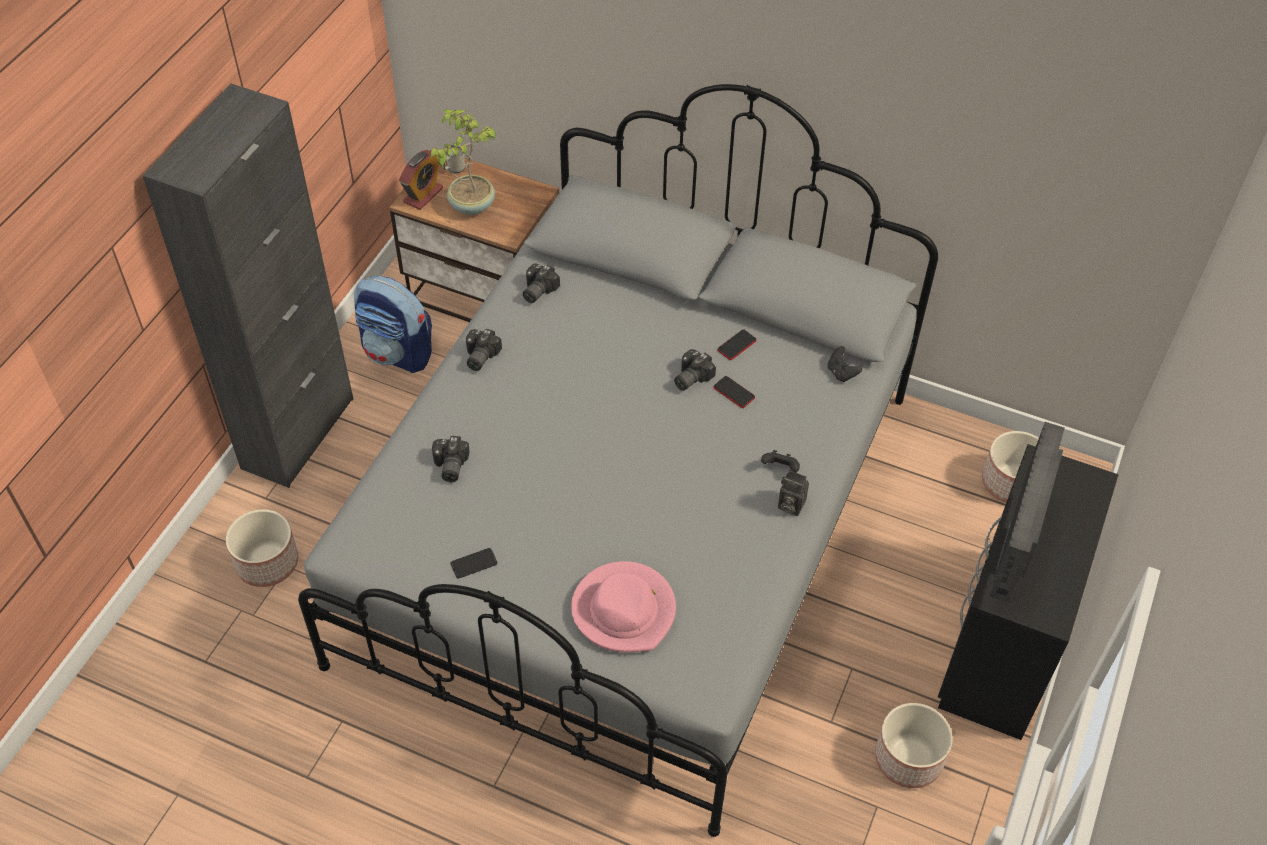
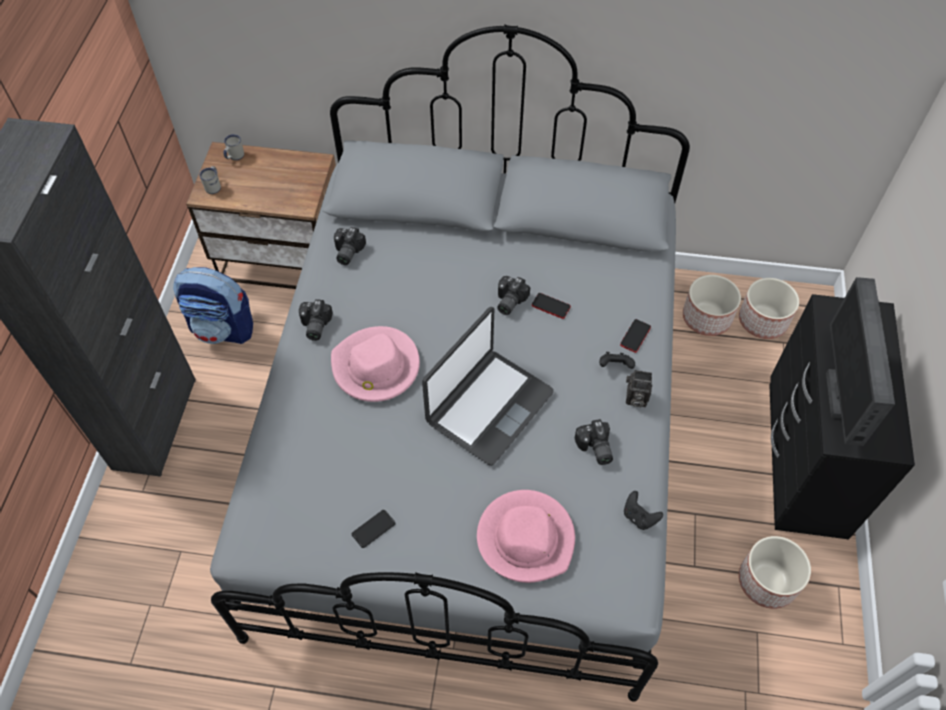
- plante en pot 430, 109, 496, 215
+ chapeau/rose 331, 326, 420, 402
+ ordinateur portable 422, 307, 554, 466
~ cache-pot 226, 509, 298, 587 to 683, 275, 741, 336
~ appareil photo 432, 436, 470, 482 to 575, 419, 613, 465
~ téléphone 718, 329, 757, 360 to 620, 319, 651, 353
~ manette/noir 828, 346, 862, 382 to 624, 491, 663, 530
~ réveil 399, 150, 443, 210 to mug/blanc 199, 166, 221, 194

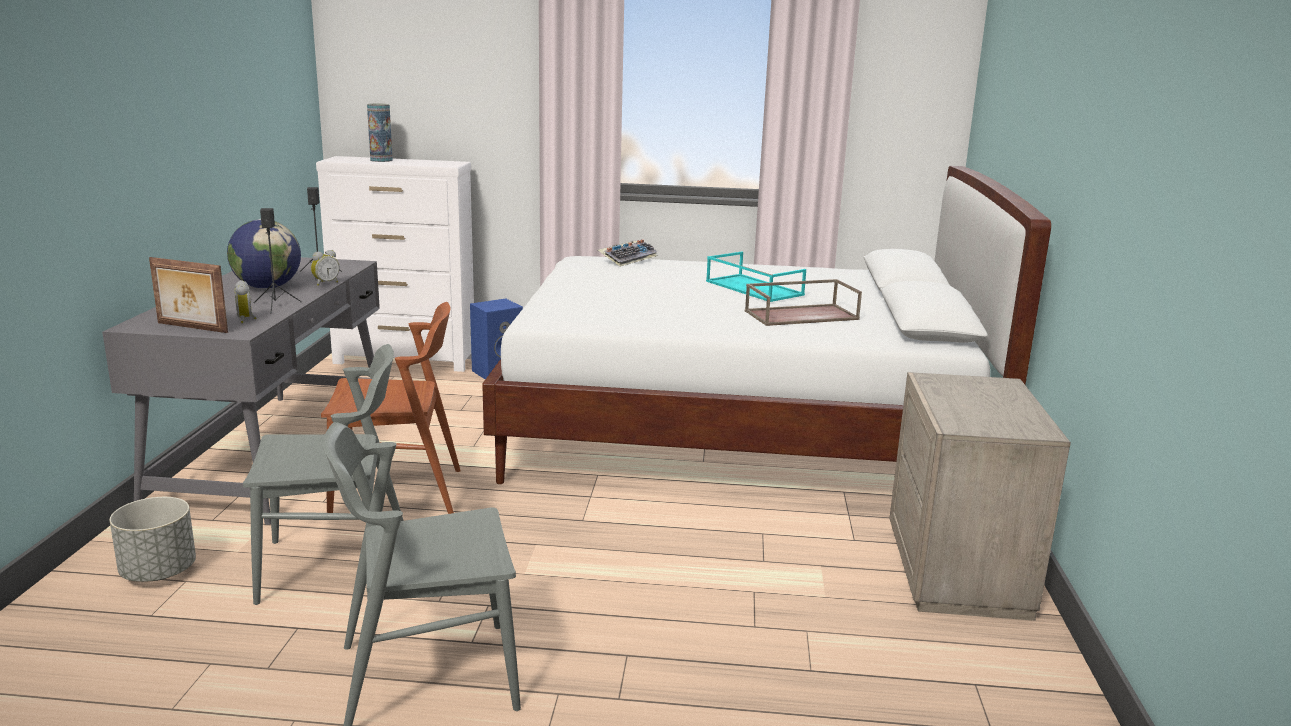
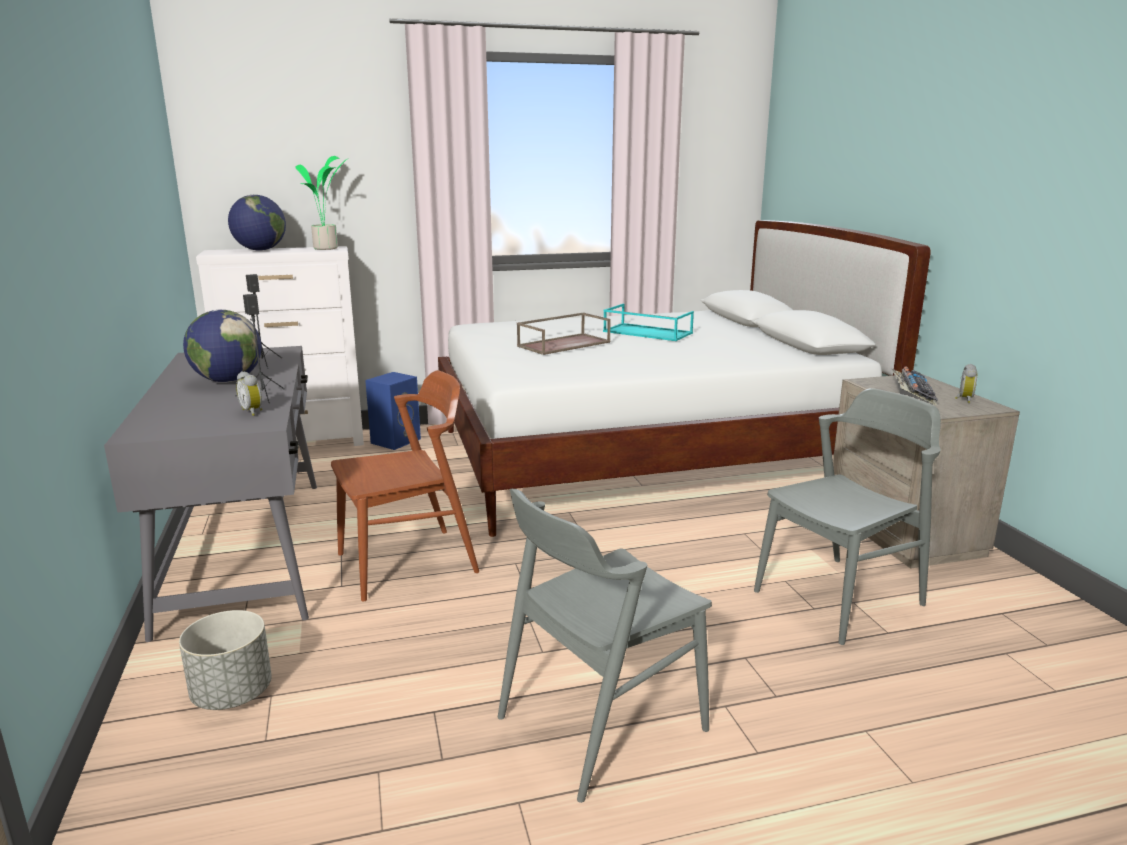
- cadre photo 149, 257, 228, 333
+ plante en pot 295, 156, 347, 250
~ chaise/gris 243, 344, 404, 605 to 754, 388, 941, 645
~ réveil 311, 250, 340, 286 to 955, 364, 977, 403
~ clavier 598, 239, 658, 267 to 891, 366, 938, 406
~ plateau/marron 745, 279, 862, 326 to 517, 312, 611, 355
~ vase 367, 103, 393, 162 to globe 228, 195, 286, 251

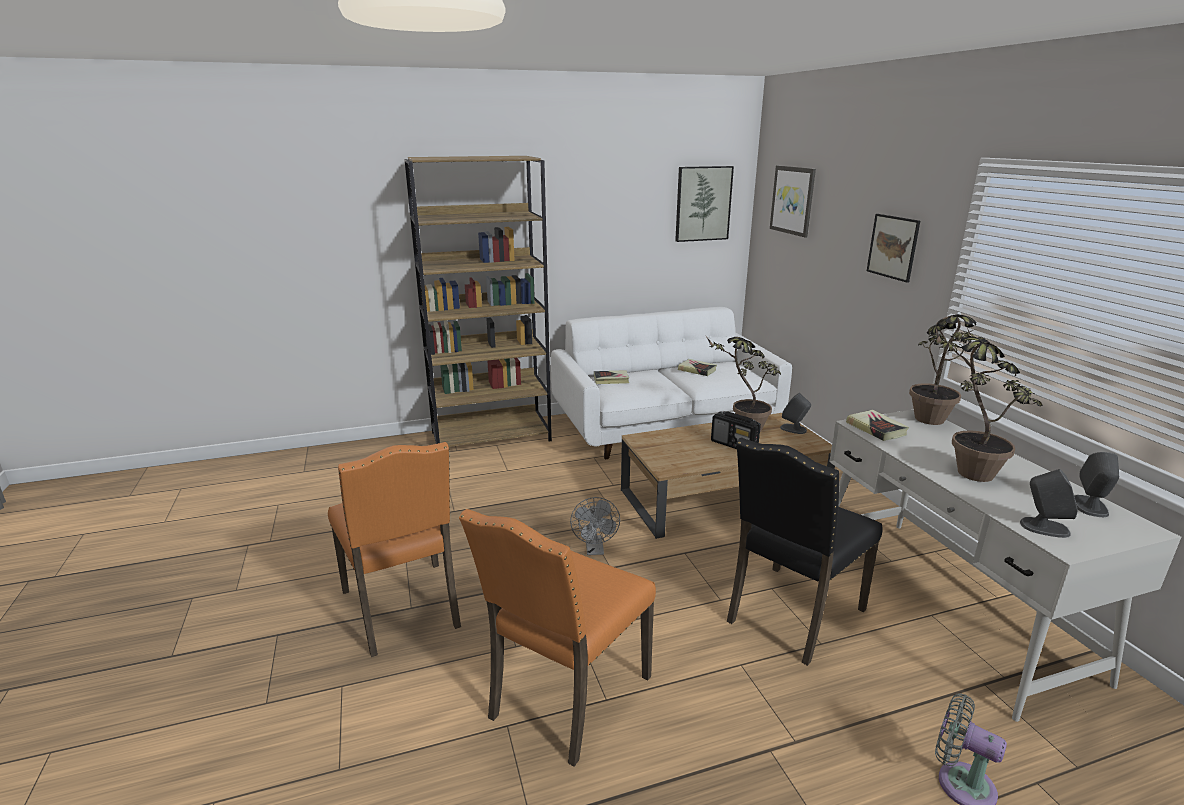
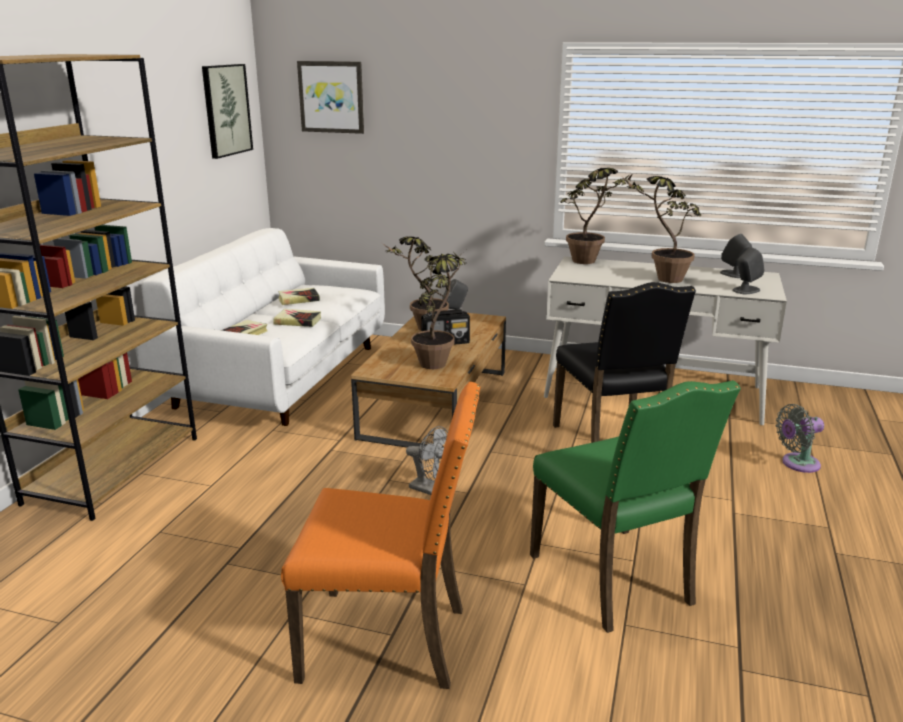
- tableau 867, 214, 920, 283
+ plante en pot 411, 250, 467, 369
~ livre 846, 410, 909, 441 to 273, 309, 321, 327
~ chaise/orange 459, 509, 656, 767 to chaise/vert 530, 380, 741, 633

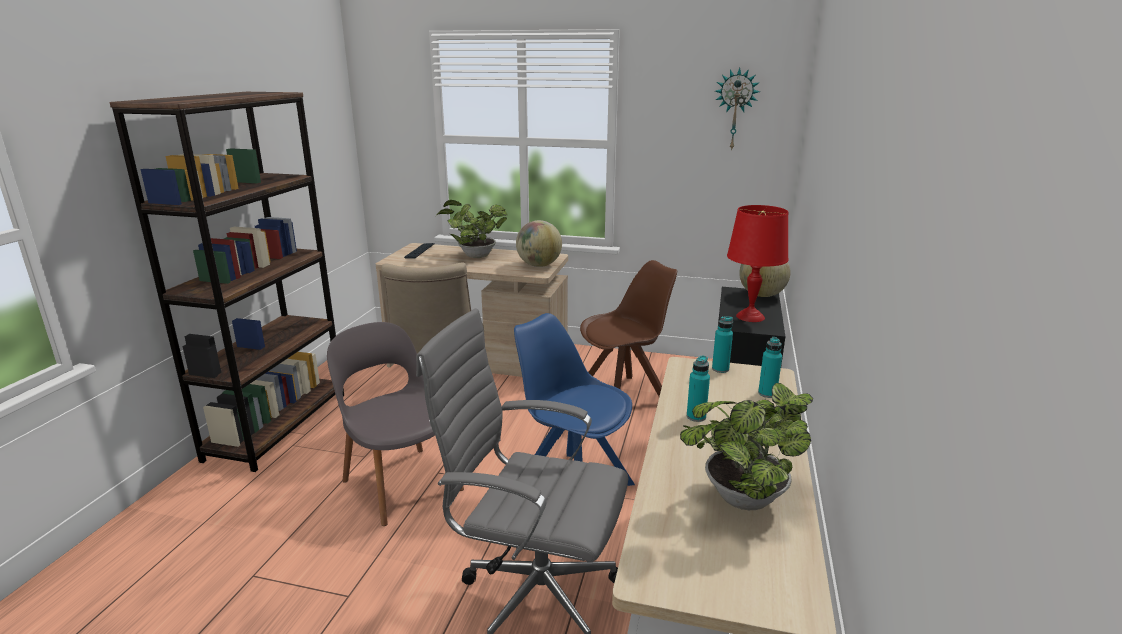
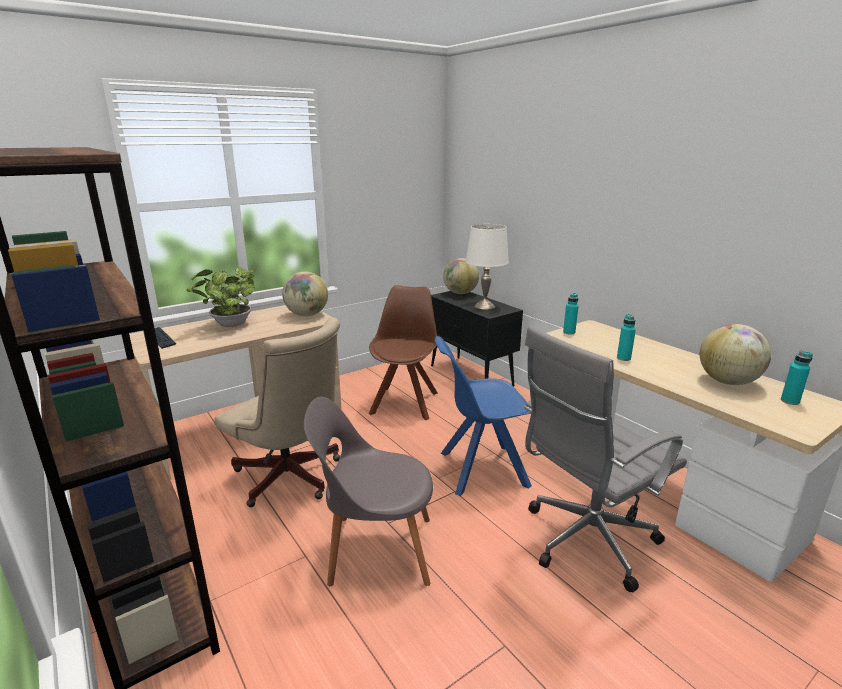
- horloge murale 715, 68, 760, 151
~ bouteille/turquoise 758, 337, 782, 398 to 781, 351, 813, 405
~ plante en pot 680, 383, 813, 510 to globe 700, 324, 771, 385
~ lampe de table/rouge 727, 205, 789, 322 to lampe de table/blanc 465, 224, 509, 310

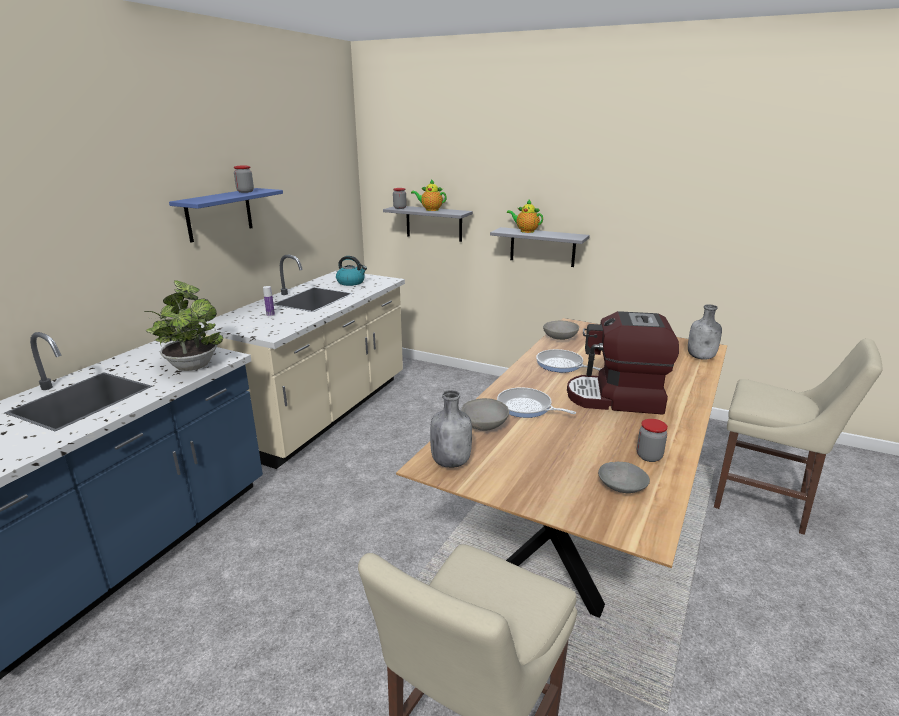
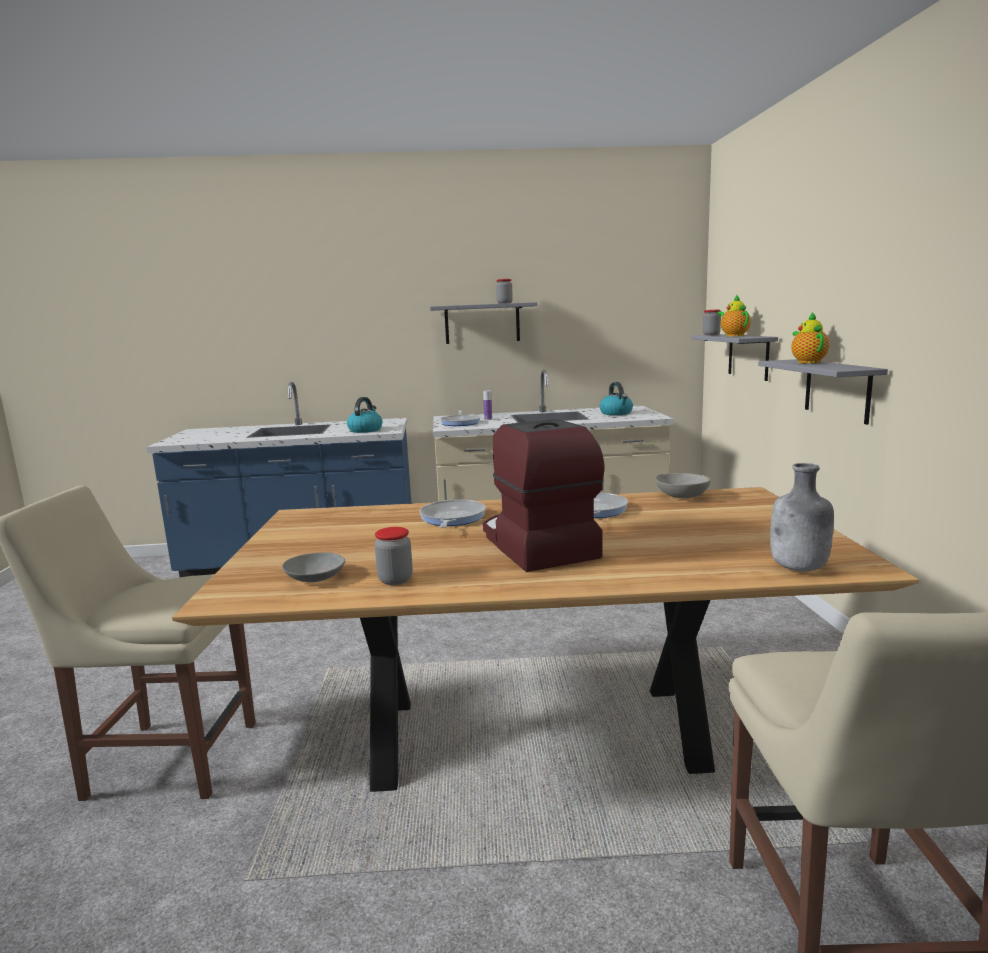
- bouteille/gris 430, 390, 472, 468
- bol/gris 461, 398, 509, 431
+ poêle 440, 410, 481, 426
~ plante en pot 144, 280, 223, 371 to bouilloire 347, 397, 383, 433
~ étagère/bleu 169, 188, 283, 242 to étagère/gris 430, 302, 537, 344

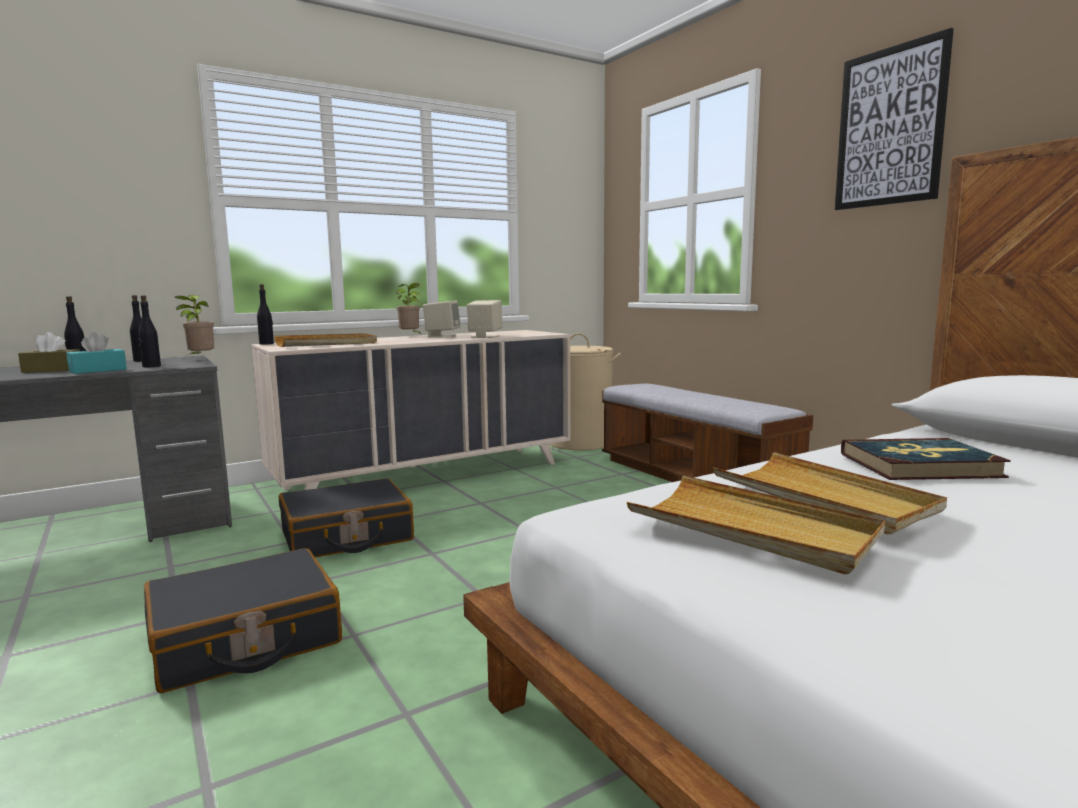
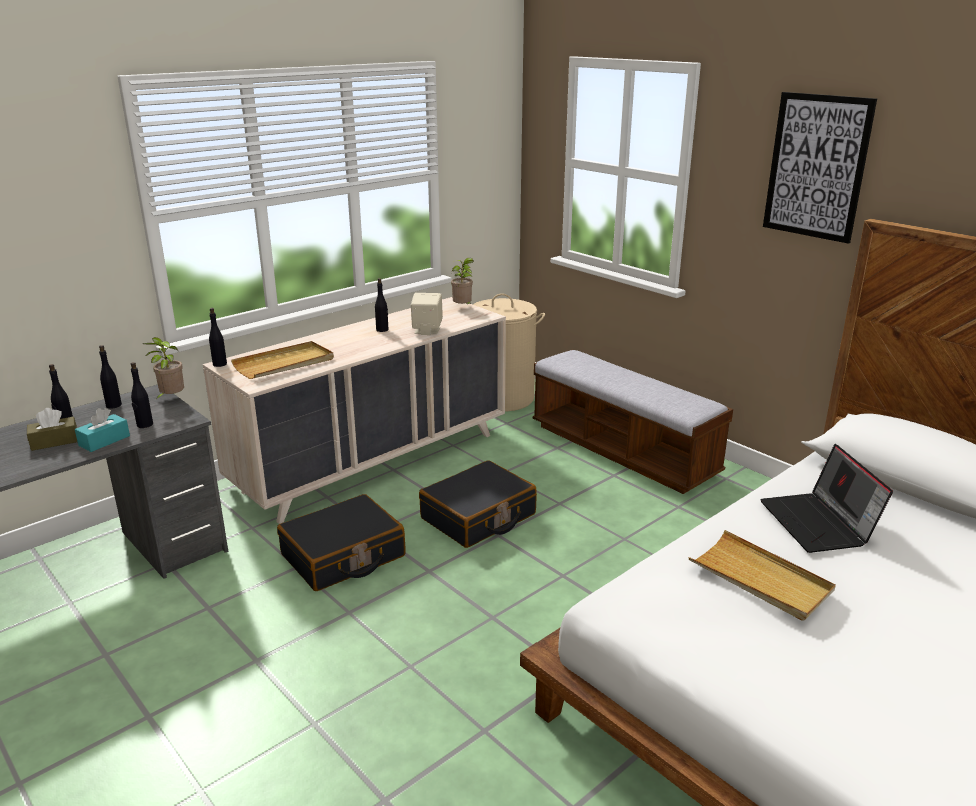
- plateau/beige 627, 475, 885, 574
~ valise/noir 144, 548, 342, 693 to 419, 460, 537, 548
~ plante en pot 396, 283, 423, 335 to 451, 258, 474, 304
~ enceinte/beige 423, 301, 460, 338 to bouteille/noir 375, 278, 389, 332
~ livre 841, 438, 1011, 480 to ordinateur portable 760, 444, 893, 553

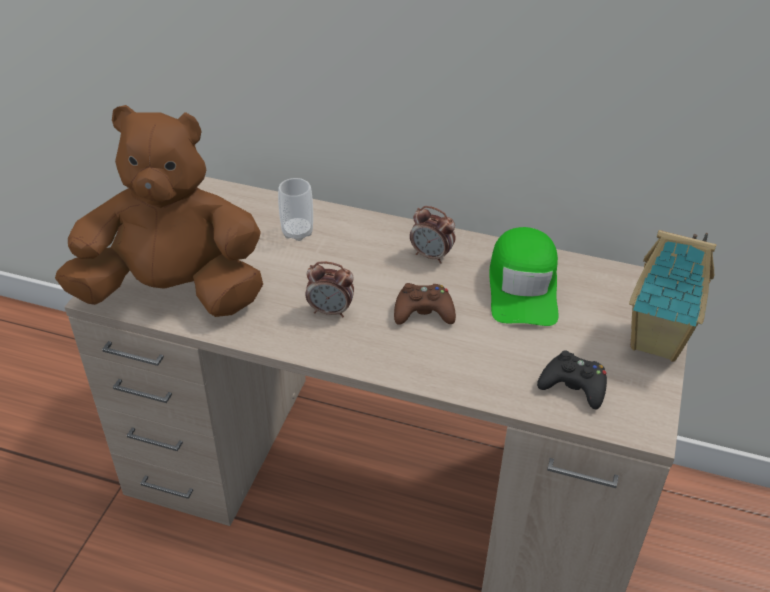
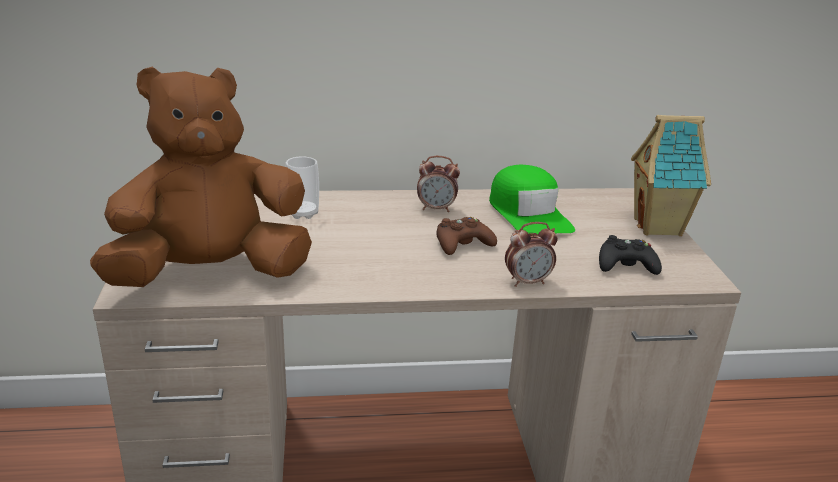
~ réveil 306, 261, 354, 317 to 505, 222, 558, 287

